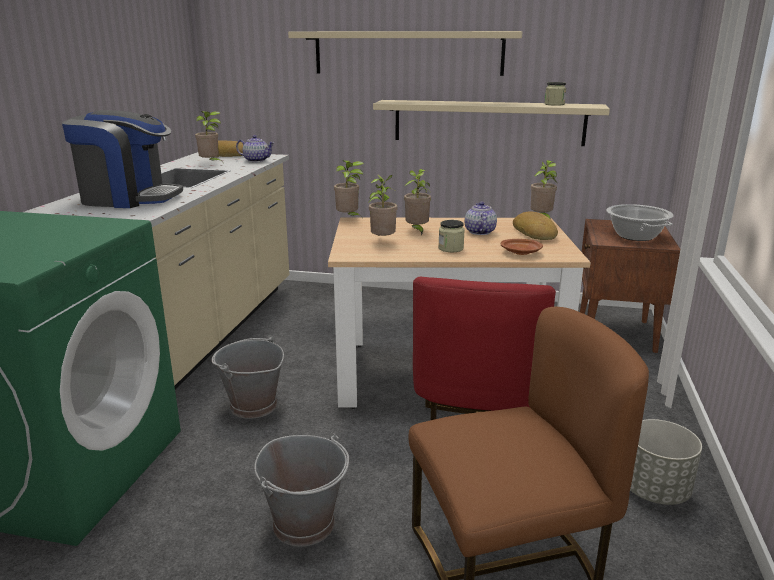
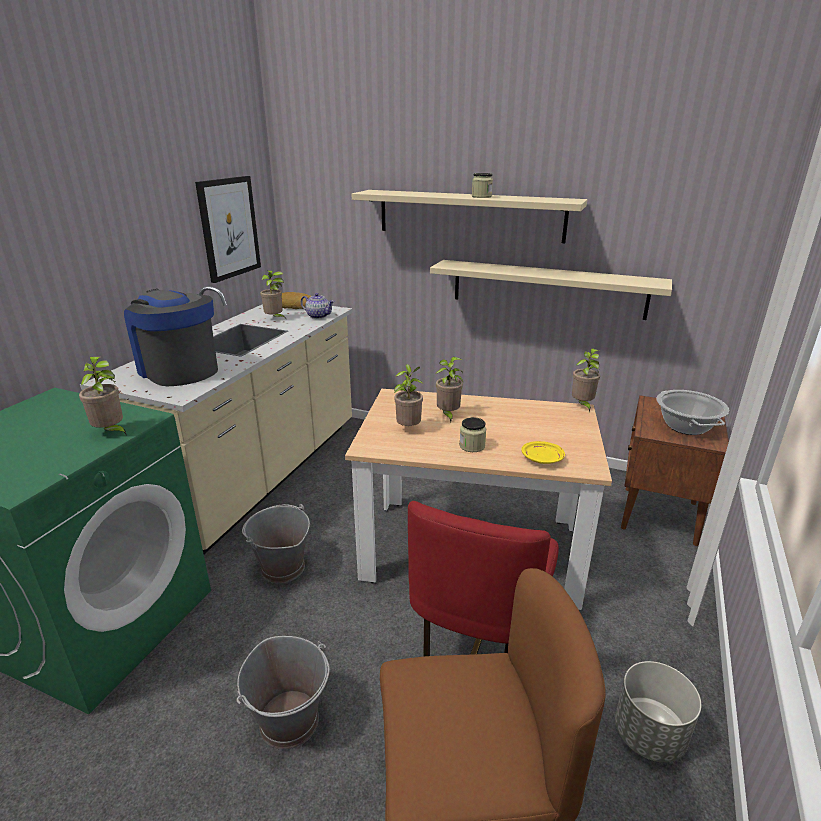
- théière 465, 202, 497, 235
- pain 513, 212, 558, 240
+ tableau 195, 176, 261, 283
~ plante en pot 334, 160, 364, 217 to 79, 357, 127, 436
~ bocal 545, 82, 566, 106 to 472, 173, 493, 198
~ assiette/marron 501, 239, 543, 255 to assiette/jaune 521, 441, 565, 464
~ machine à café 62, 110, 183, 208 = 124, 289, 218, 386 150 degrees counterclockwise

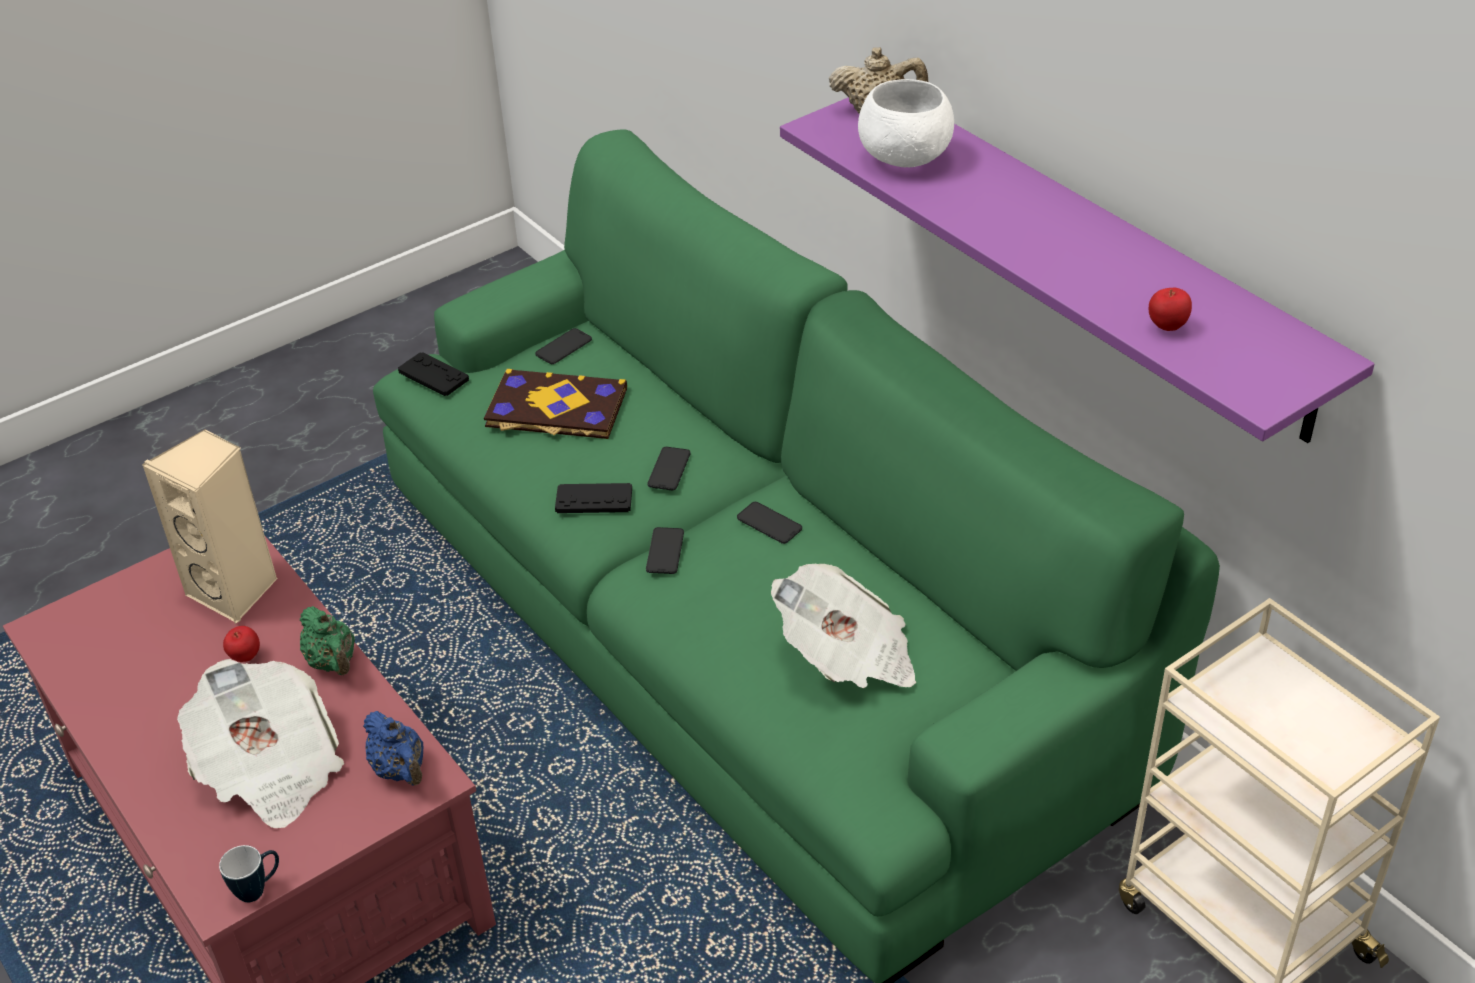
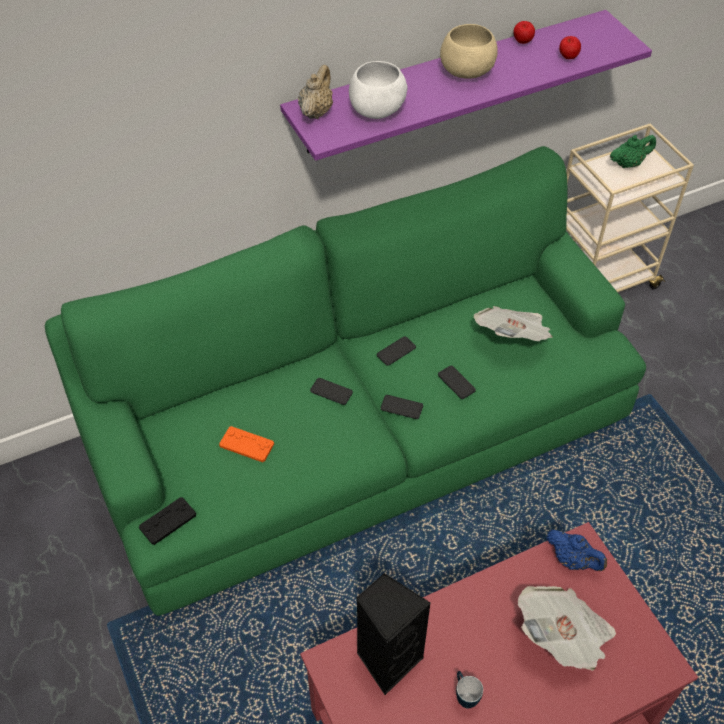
- manette/noir 555, 483, 632, 513
+ bol/beige 440, 24, 498, 79
~ mug 219, 845, 279, 902 to 456, 671, 483, 708
~ pomme 223, 626, 260, 662 to 513, 21, 535, 44
~ théière/vert 300, 606, 355, 675 to 610, 135, 656, 168
~ téléphone 535, 328, 592, 364 to 438, 366, 476, 399
~ livre 484, 369, 627, 439 to manette/orange 219, 426, 274, 462
~ enceinte/beige 142, 429, 278, 624 to enceinte/noir 356, 573, 430, 695
~ théière/bleu 363, 711, 423, 786 = 547, 530, 607, 571 60 degrees clockwise

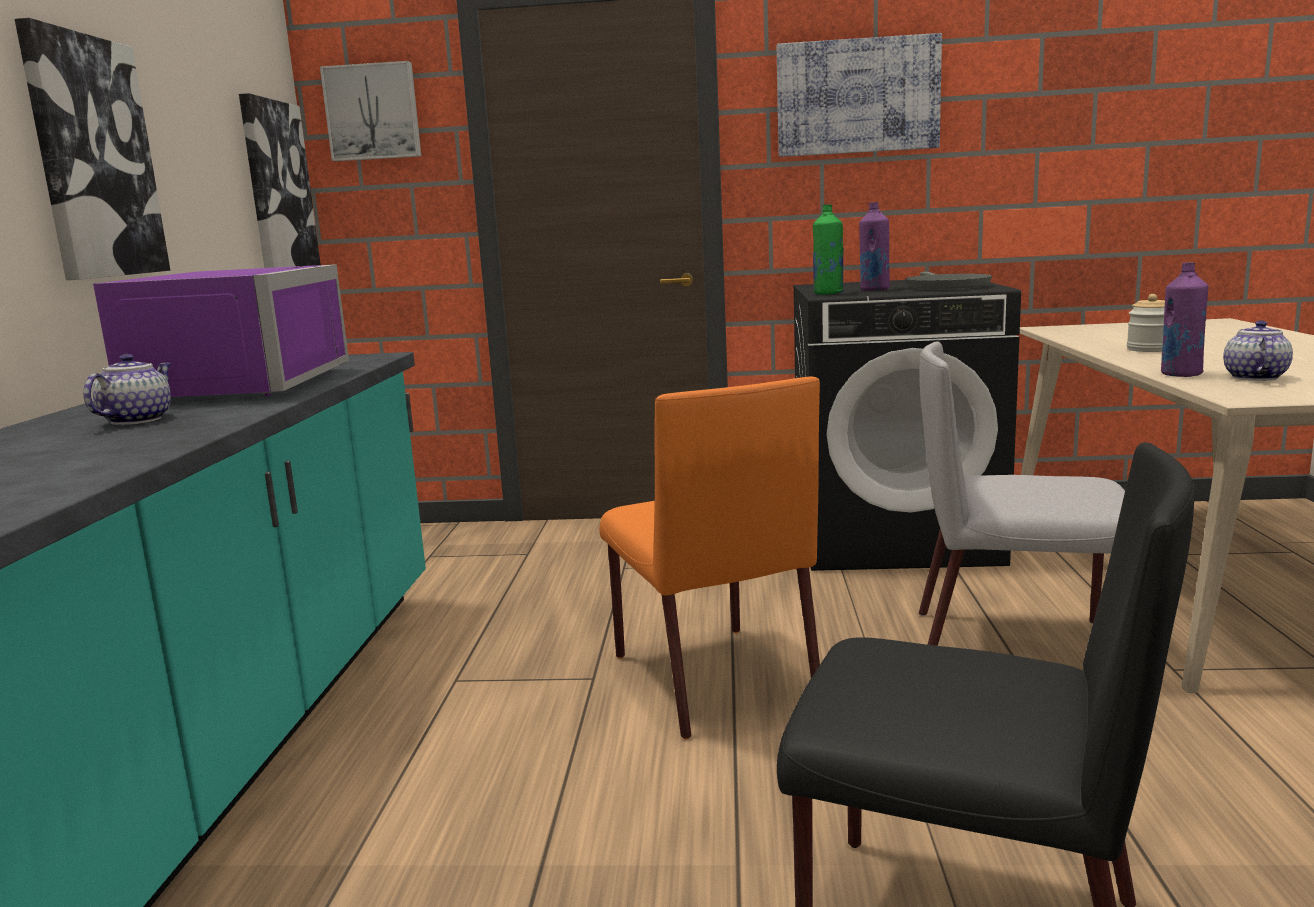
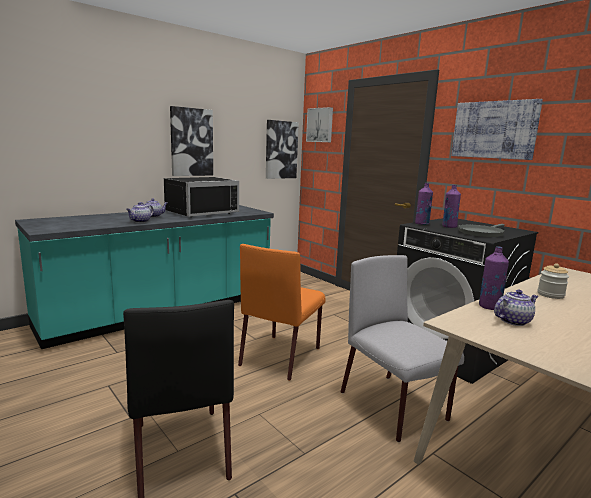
+ théière 126, 202, 154, 223
~ micro-ondes/violet 93, 264, 349, 397 to micro-ondes/noir 164, 177, 239, 217
~ bouteille/vert 813, 204, 844, 295 to bouteille/violet 415, 183, 433, 225

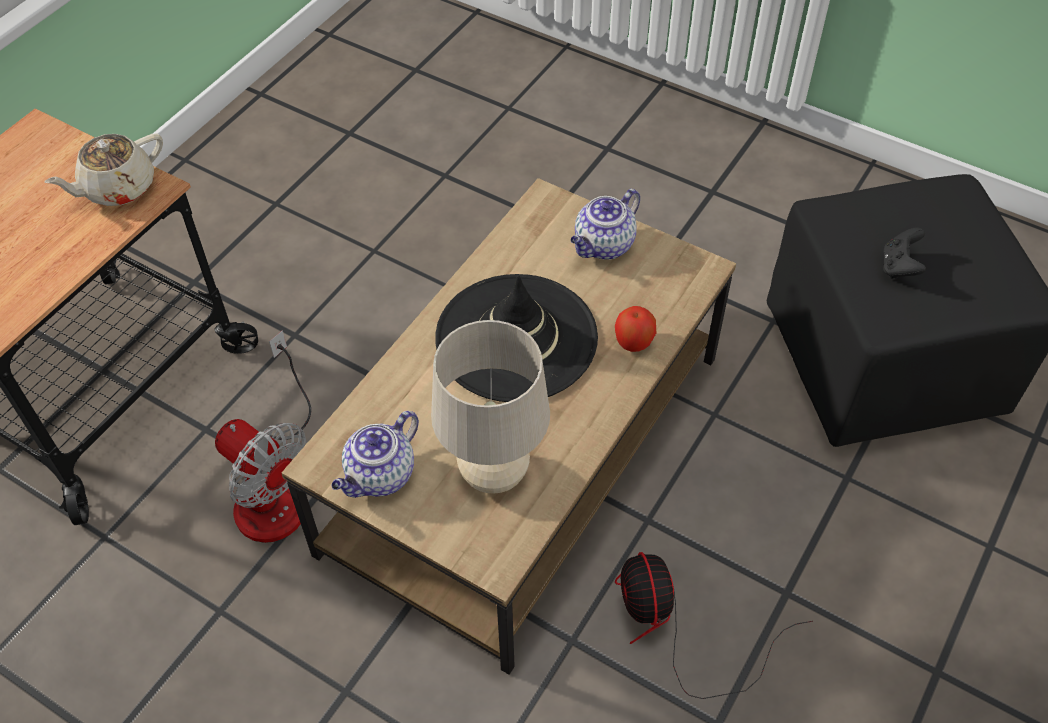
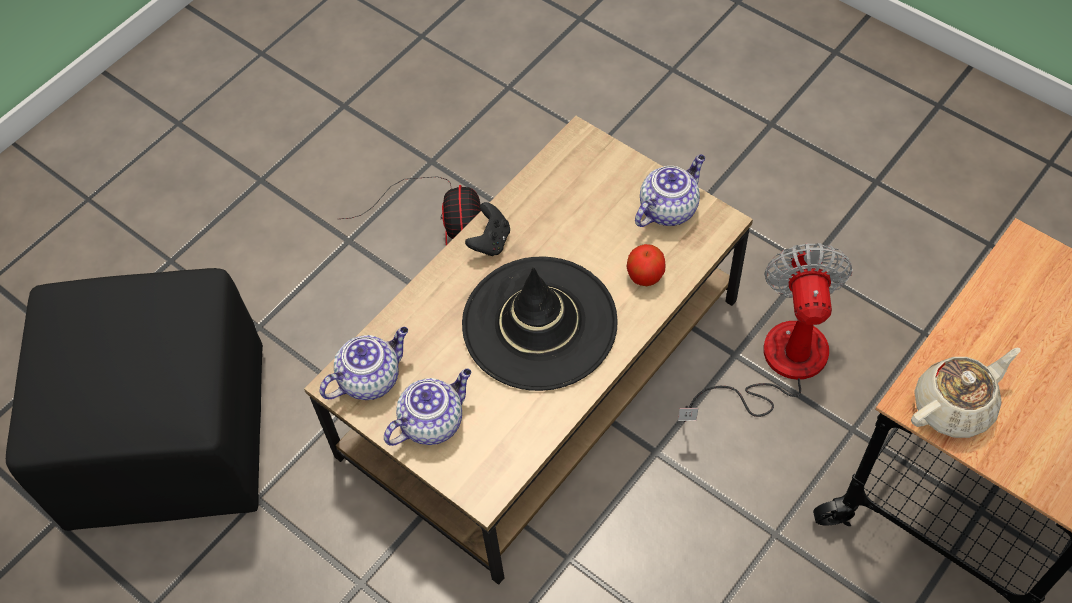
- lampe de table/beige 431, 320, 550, 494
+ théière 319, 327, 408, 400
~ pomme 615, 306, 656, 352 to 627, 244, 666, 286
~ manette/noir 883, 227, 926, 279 to 465, 202, 510, 256
~ ventilateur 215, 331, 311, 543 = 678, 243, 853, 422 45 degrees clockwise

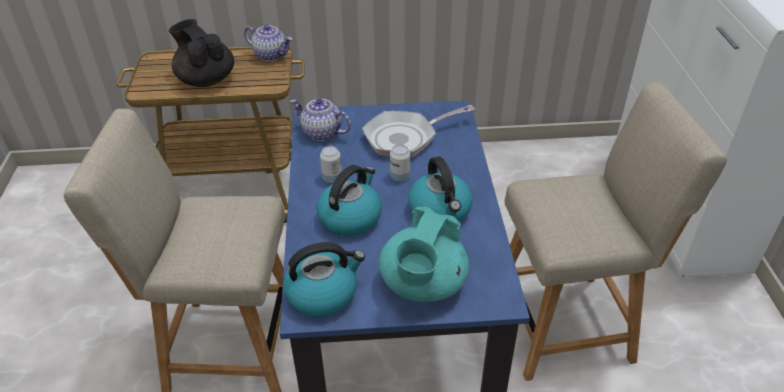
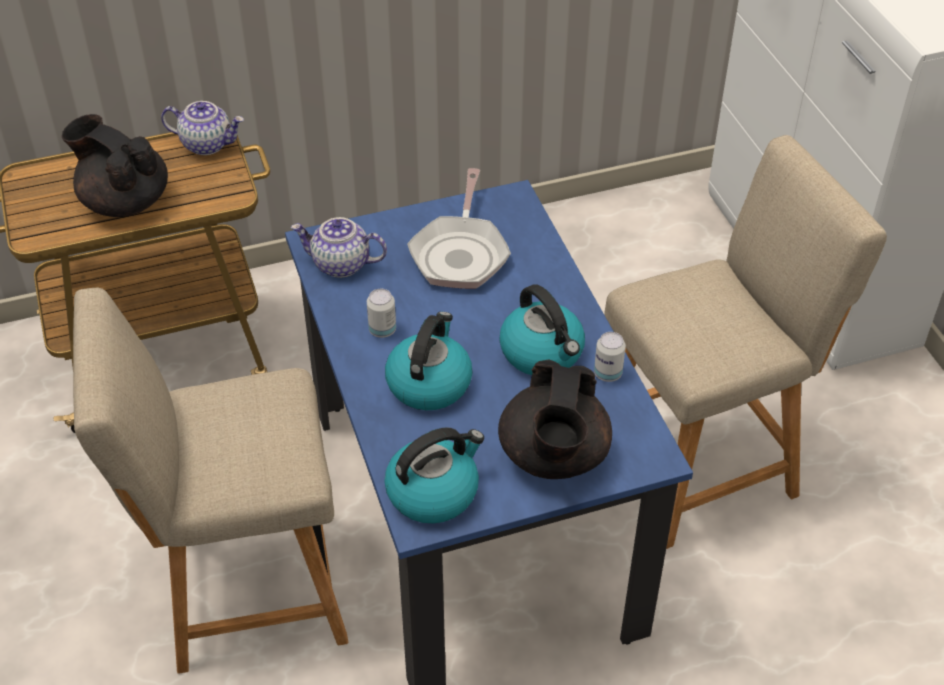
~ boîte métallique 390, 144, 410, 181 to 594, 332, 626, 382
~ théière/turquoise 379, 207, 469, 302 to théière/noir 498, 359, 612, 479
~ poêle 362, 105, 475, 158 = 407, 168, 511, 289 45 degrees counterclockwise

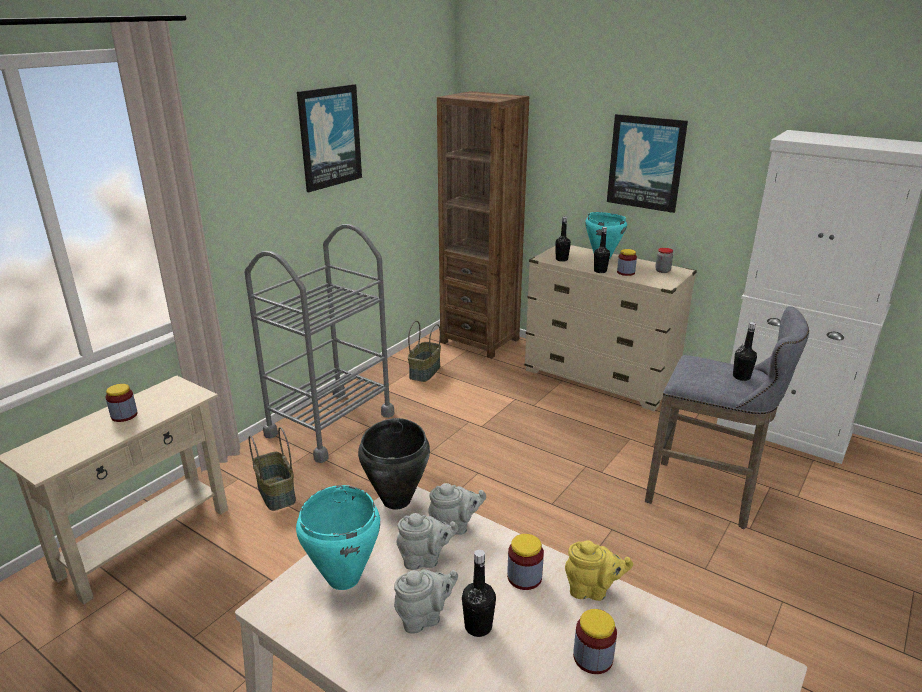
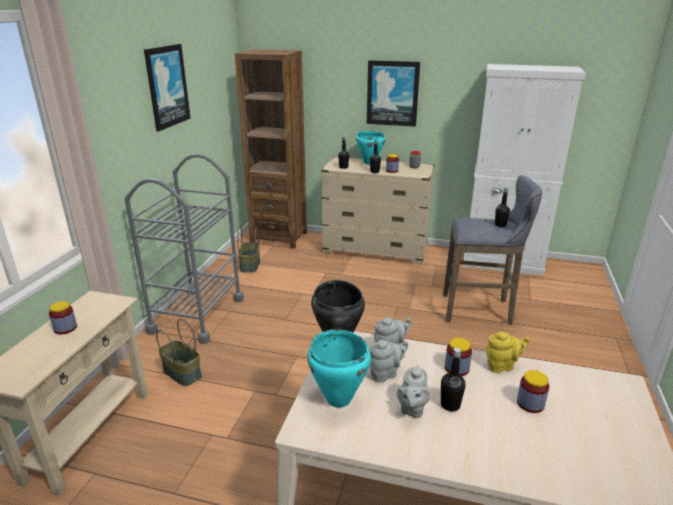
~ théière/gris 394, 569, 458, 634 = 397, 365, 430, 418 150 degrees clockwise

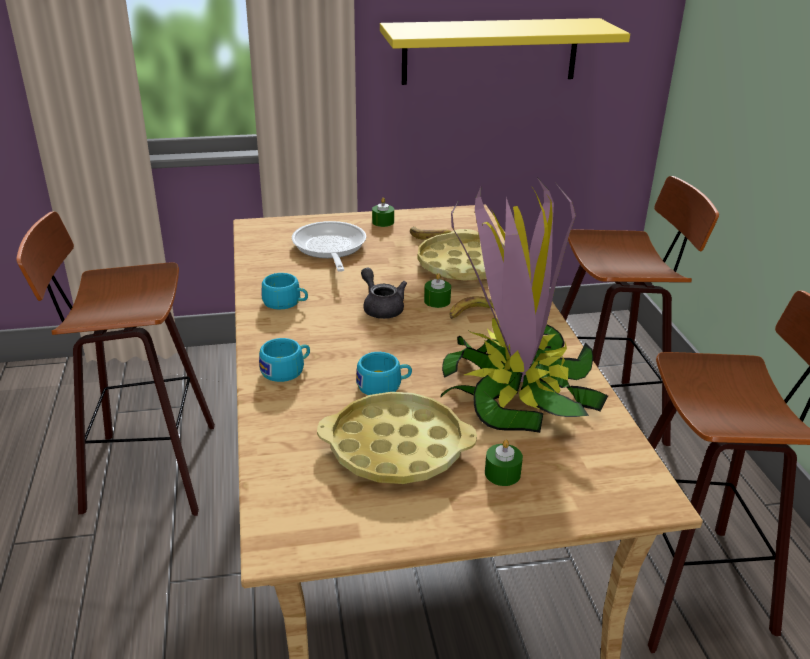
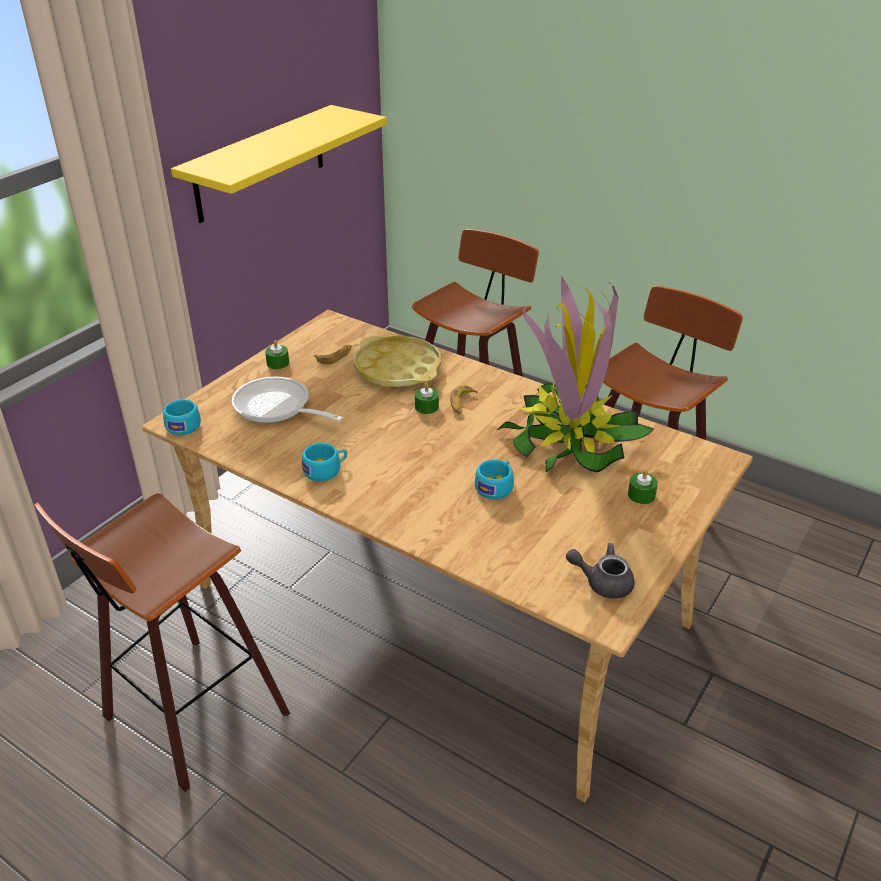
- plateau/jaune 317, 392, 477, 484
~ tasse/turquoise 259, 338, 310, 382 to 163, 400, 201, 435
~ théière/gris 361, 268, 407, 319 to 566, 543, 635, 599

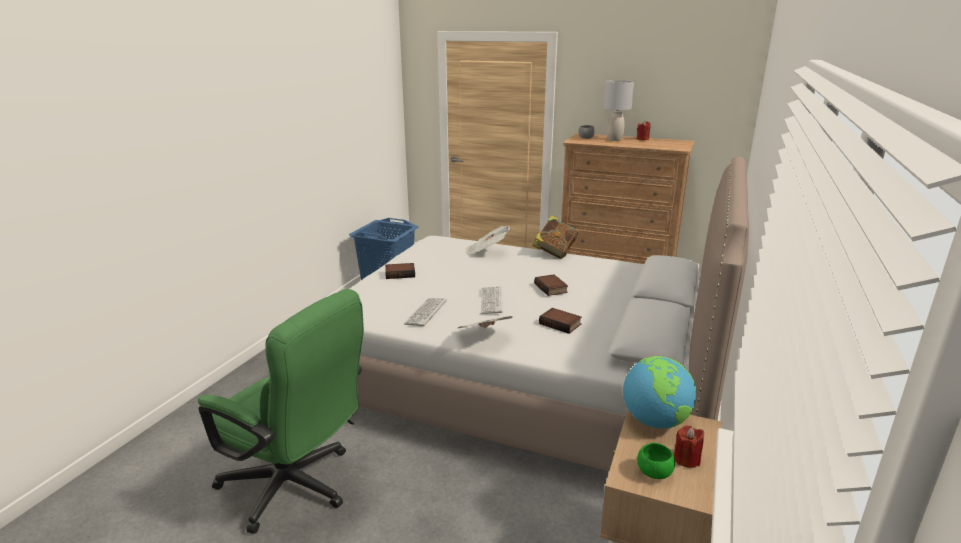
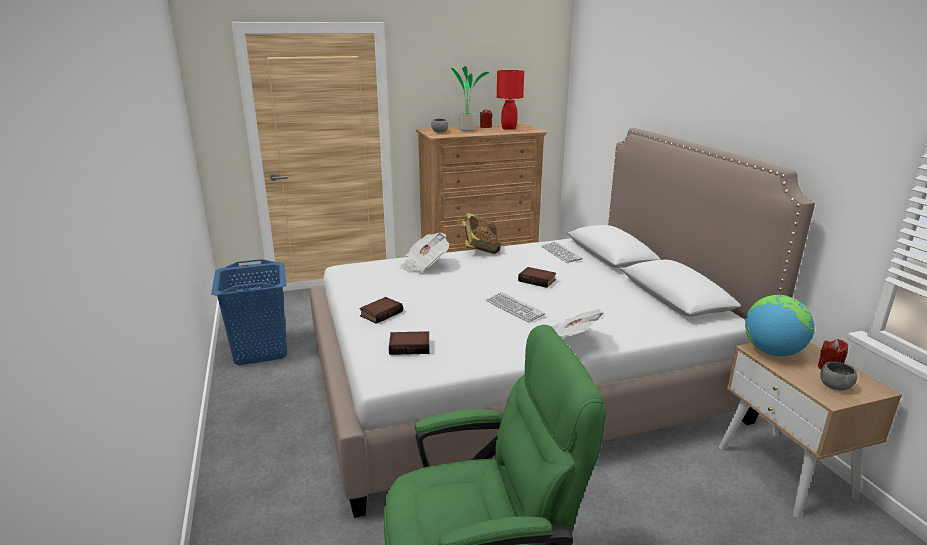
+ lampe de table/rouge 497, 70, 524, 130
~ clavier 404, 298, 447, 326 to 541, 242, 583, 263
~ livre 539, 308, 582, 334 to 389, 331, 429, 355
~ lampe de table/gris 604, 80, 634, 141 to plante en pot 448, 66, 489, 131
~ bol/vert 637, 443, 675, 479 to bol/gris 820, 362, 857, 390

